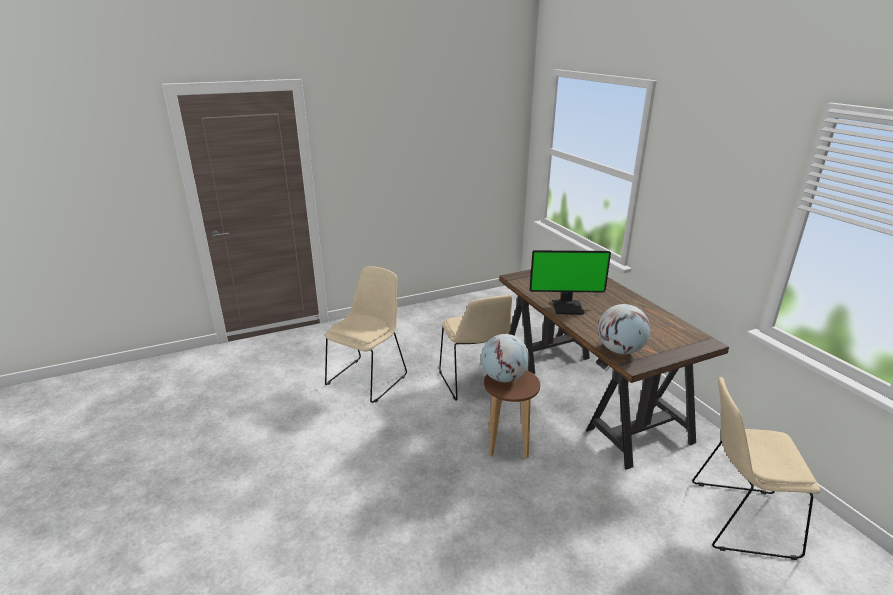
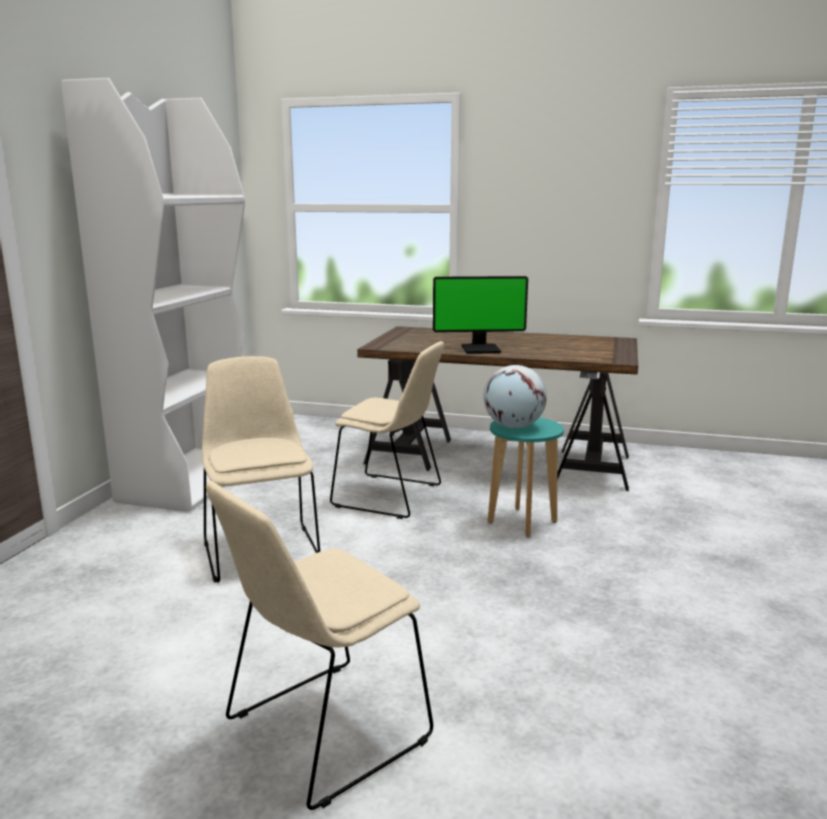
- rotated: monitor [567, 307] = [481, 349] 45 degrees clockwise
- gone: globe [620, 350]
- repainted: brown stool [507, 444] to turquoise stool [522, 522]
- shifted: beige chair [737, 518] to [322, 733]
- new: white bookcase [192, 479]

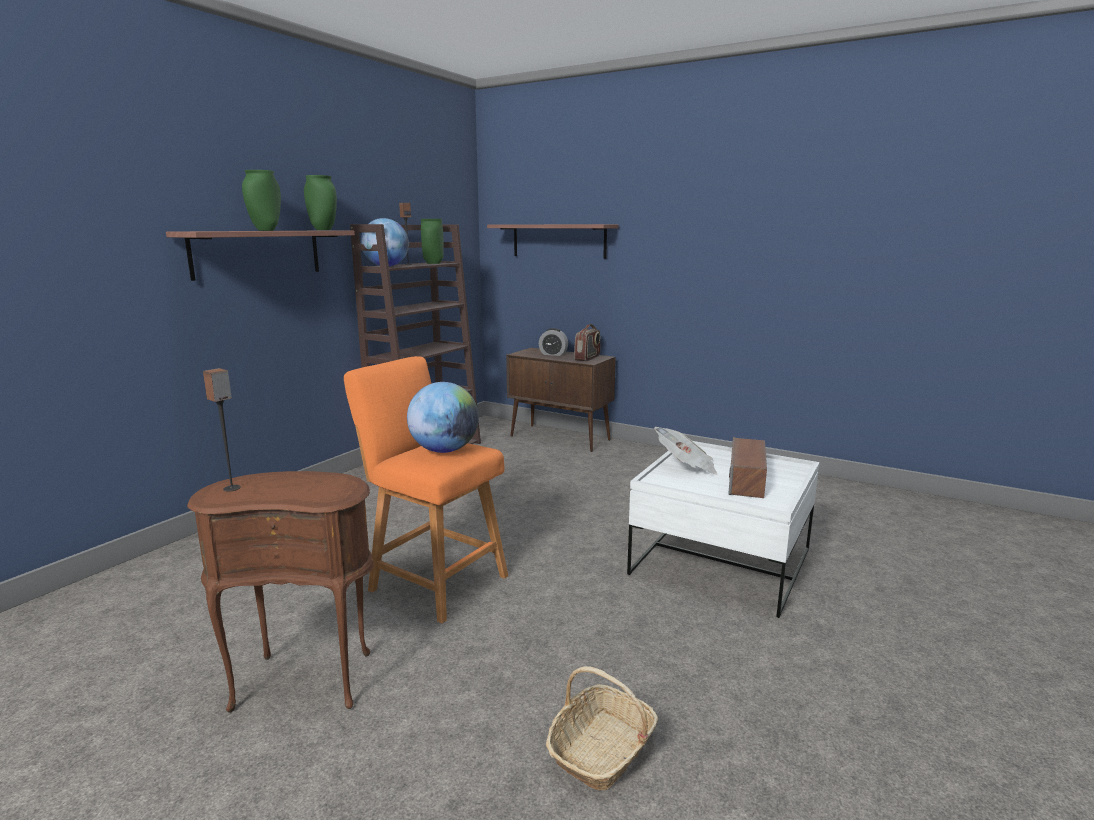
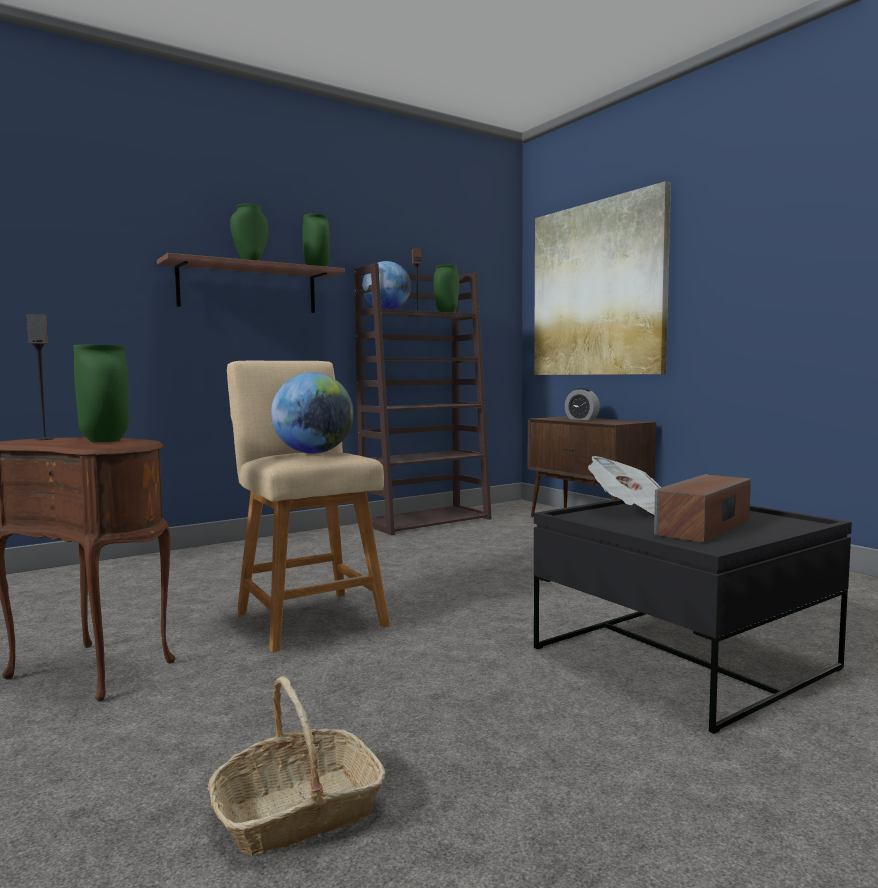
- swapped: shelf [558, 241] to picture [597, 289]
- gone: radio [587, 358]
- repainted: orange stool [434, 581] to beige stool [308, 617]
- repainted: white coffee table [721, 562] to black coffee table [682, 658]
- new: green vase [106, 441]

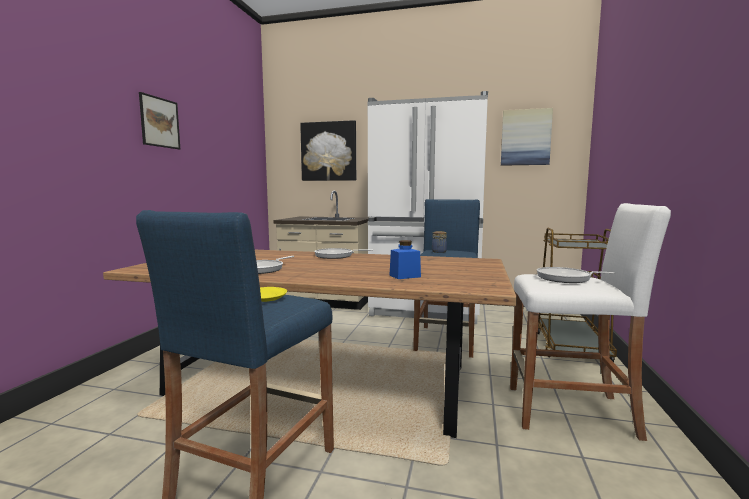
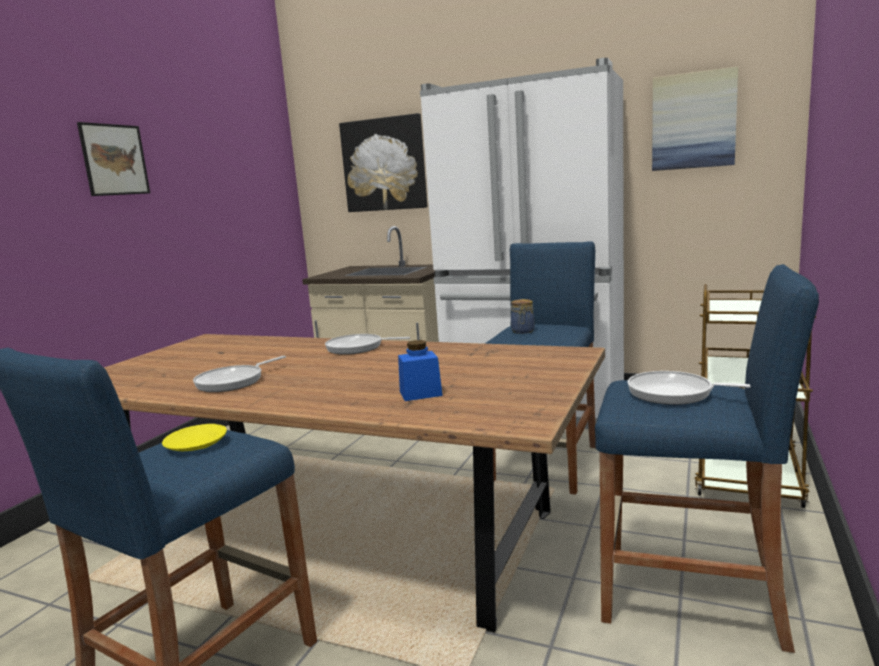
- repainted: white stool [570, 412] to blue stool [690, 595]

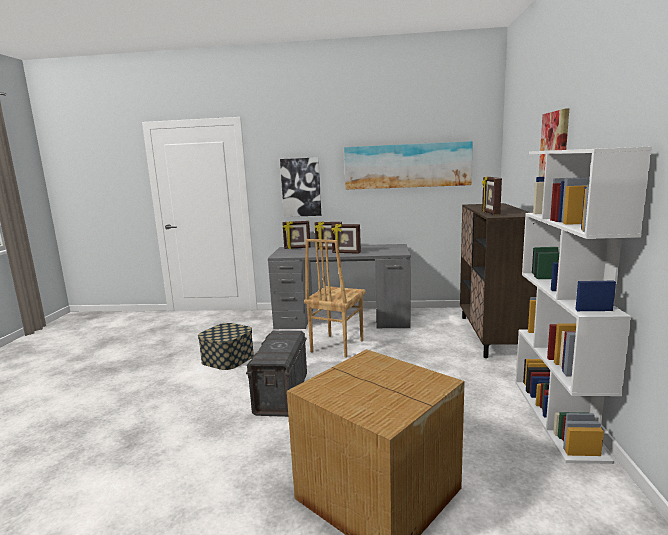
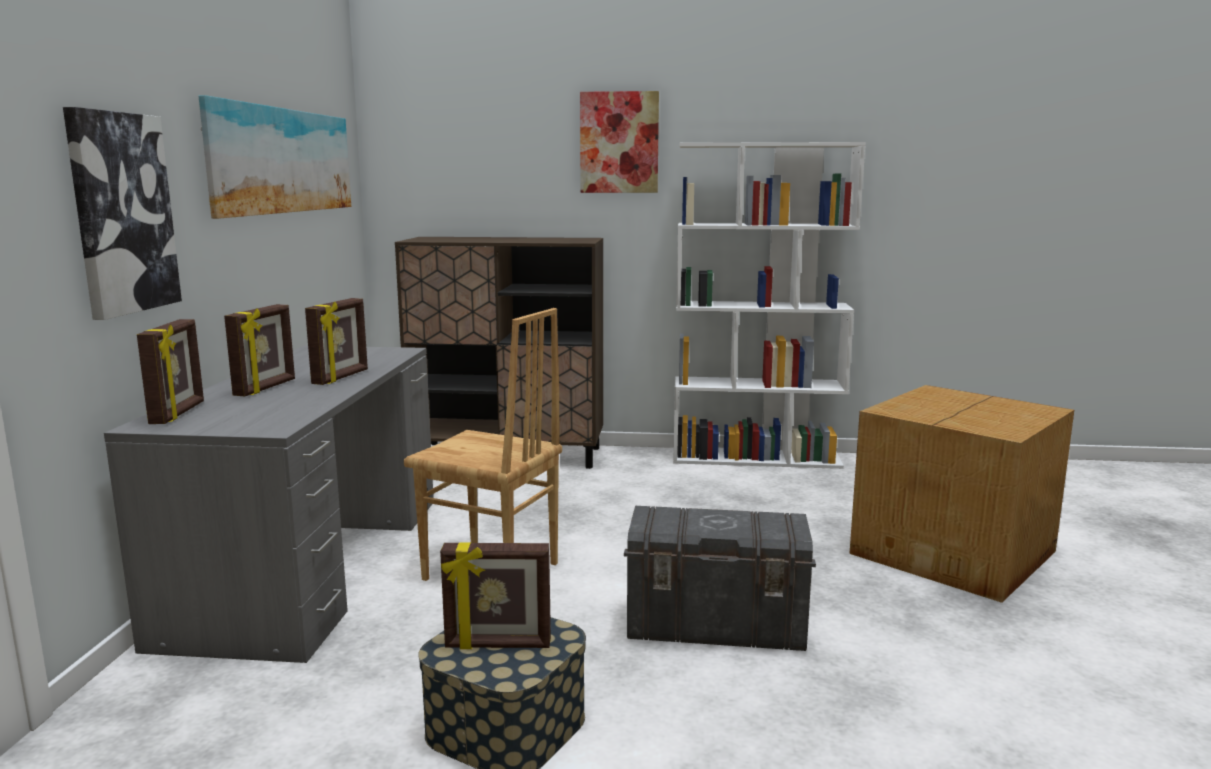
- shifted: picture frame [490, 213] to [498, 645]

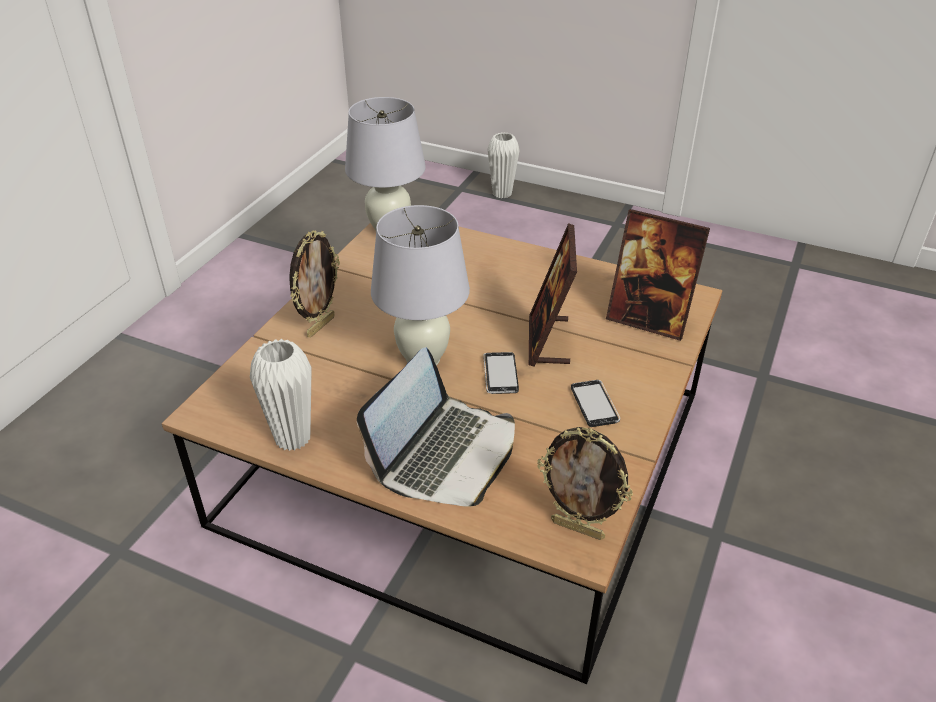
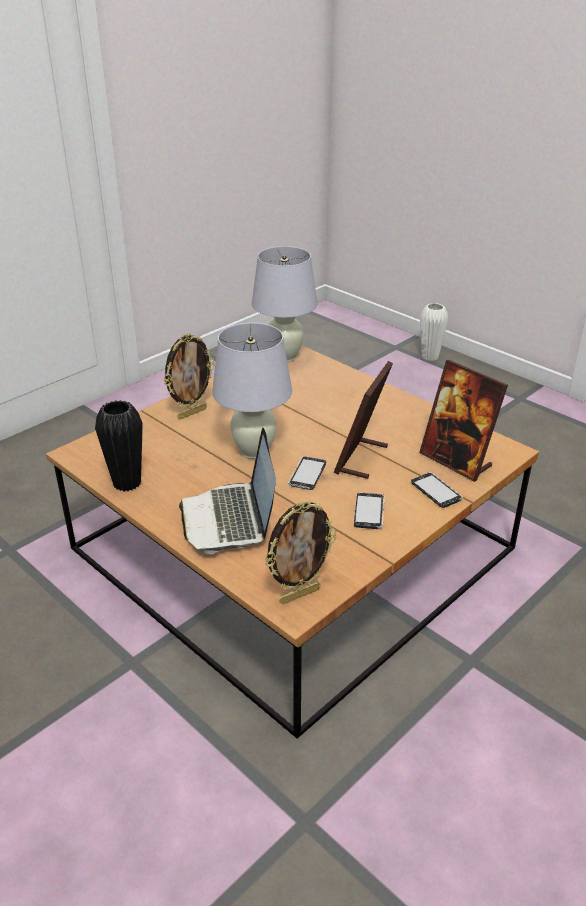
- repainted: white vase [292, 438] to black vase [127, 483]
- rotated: laptop [446, 454] = [230, 519] 120 degrees clockwise
- rotated: picture frame [578, 528] = [299, 594] 75 degrees counterclockwise
- new: phone [436, 491]

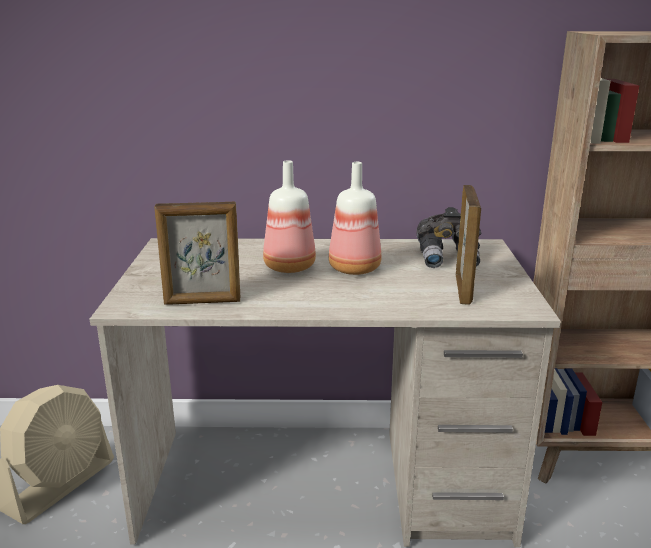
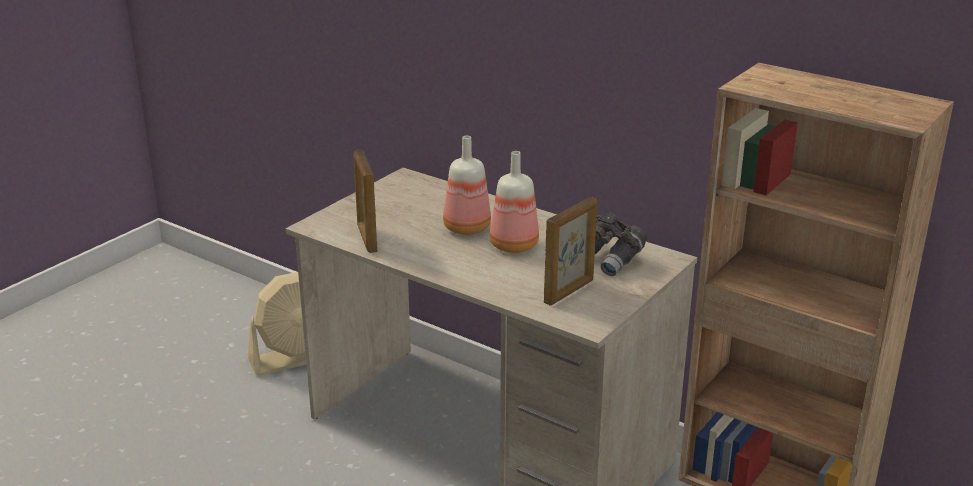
- rotated: picture frame [202, 302] = [367, 238] 45 degrees clockwise

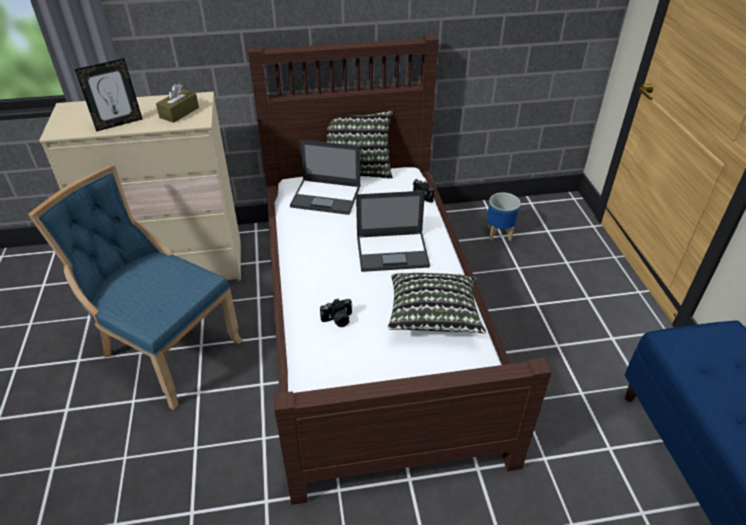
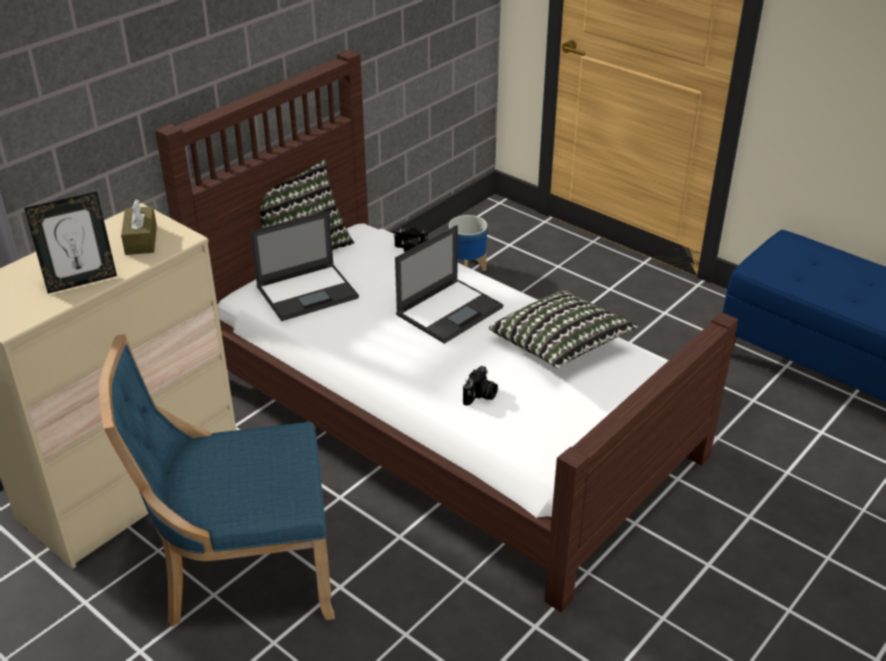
- rotated: picture frame [118, 123] = [81, 281] 45 degrees clockwise

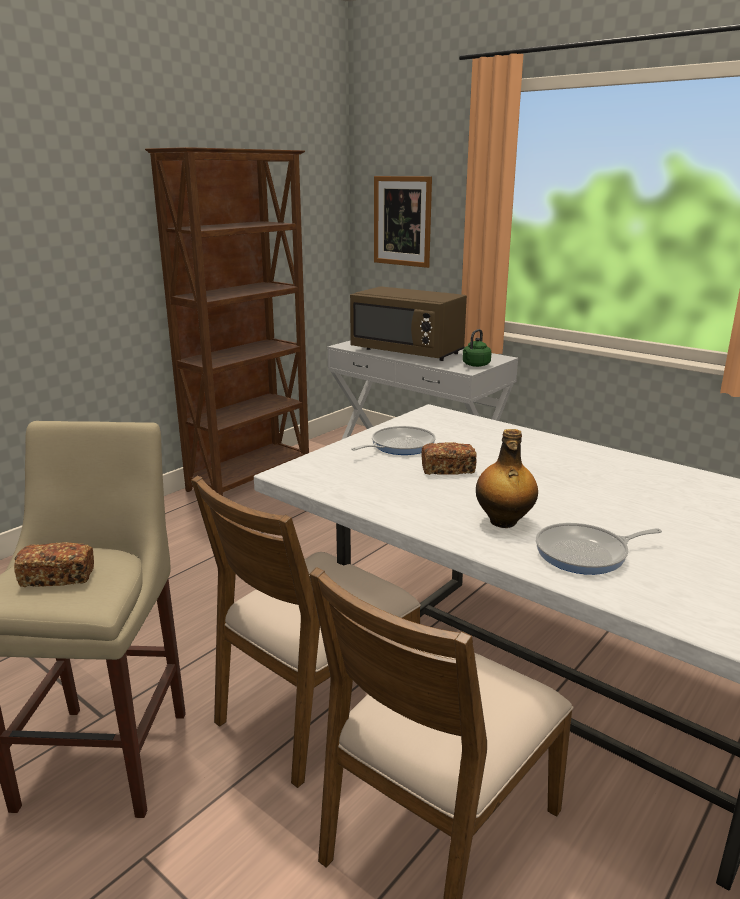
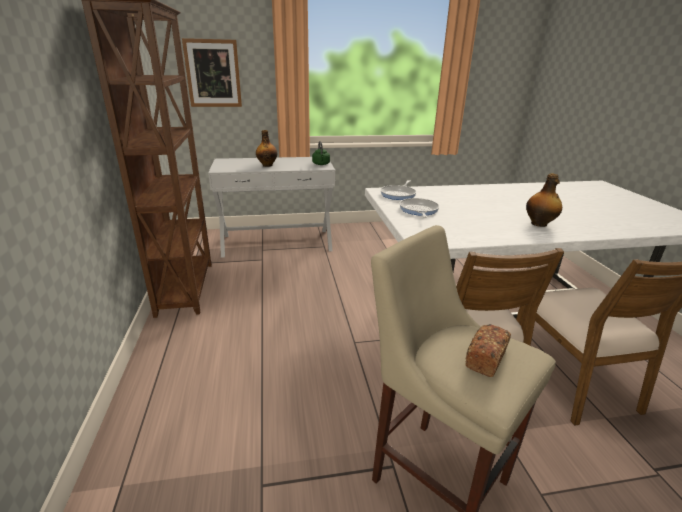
- swapped: brown microwave [408, 352] to bottle [267, 165]
- gone: bread [448, 469]
- shifted: frying pan [586, 554] to [399, 194]

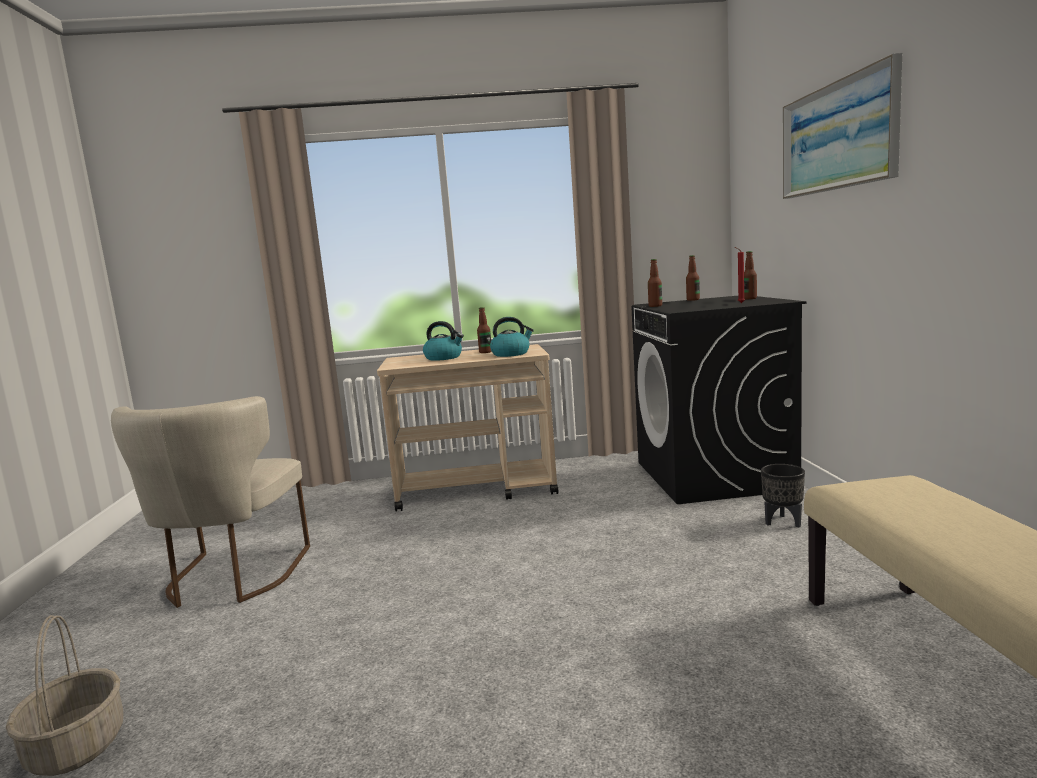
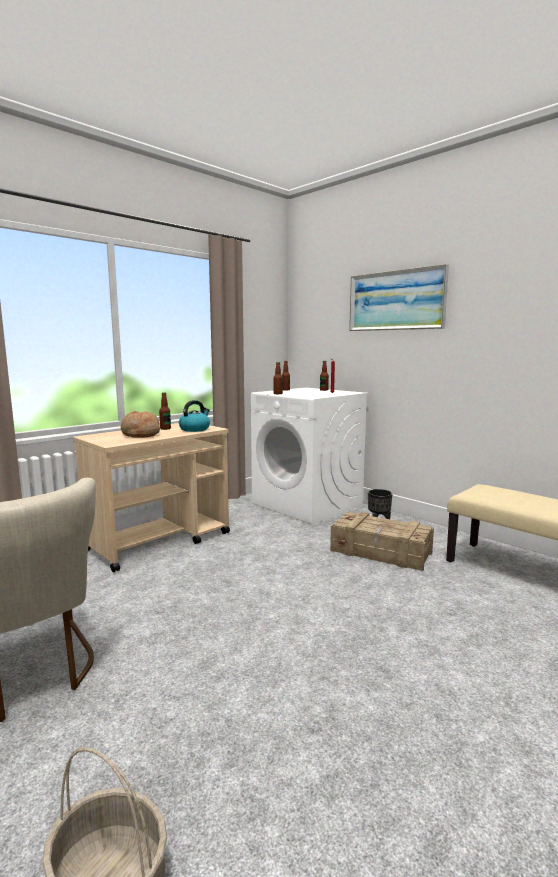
- repainted: black washing machine [714, 476] to white washing machine [308, 504]
- swapped: kettle [444, 358] to bread [140, 434]
- new: crate [381, 552]

